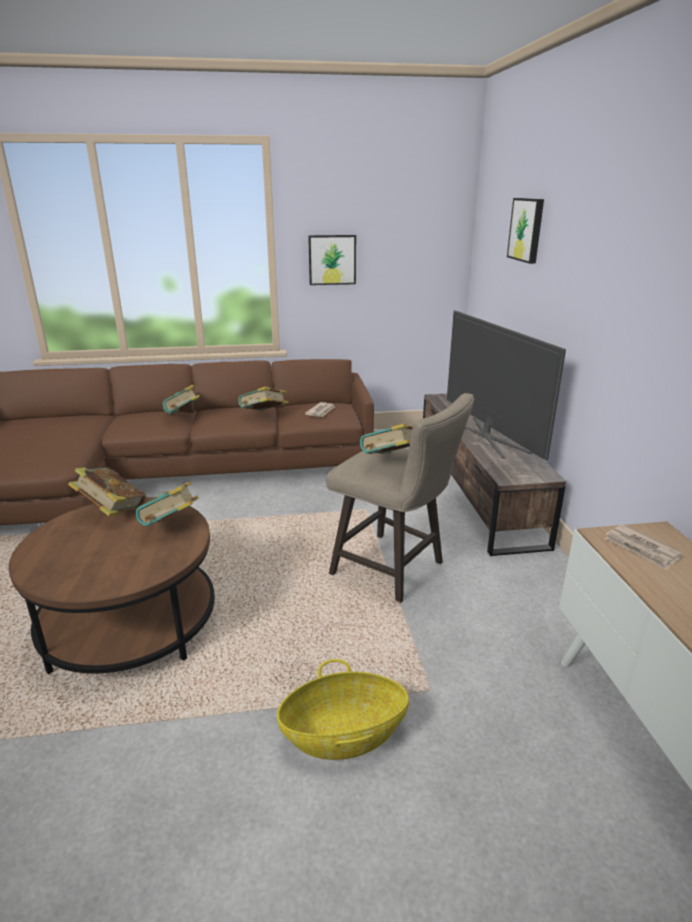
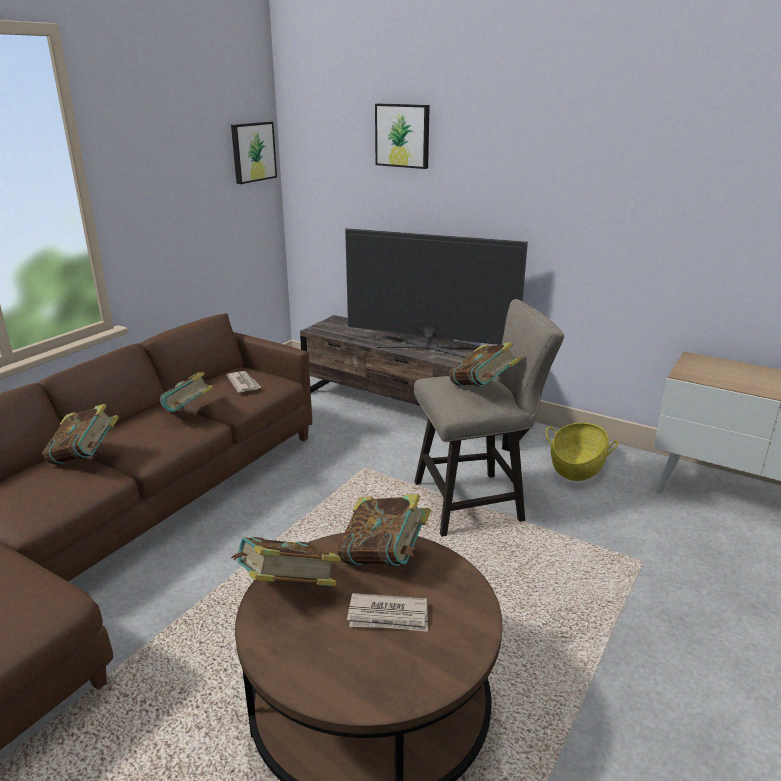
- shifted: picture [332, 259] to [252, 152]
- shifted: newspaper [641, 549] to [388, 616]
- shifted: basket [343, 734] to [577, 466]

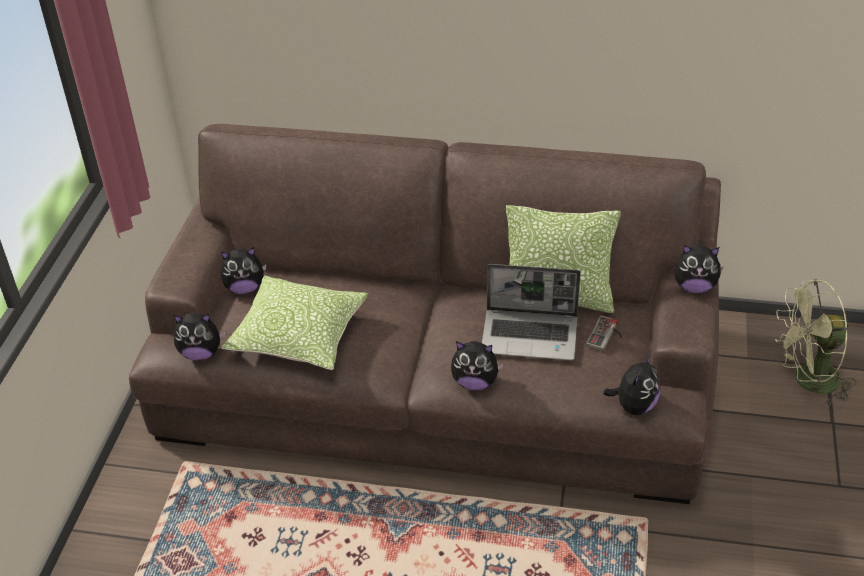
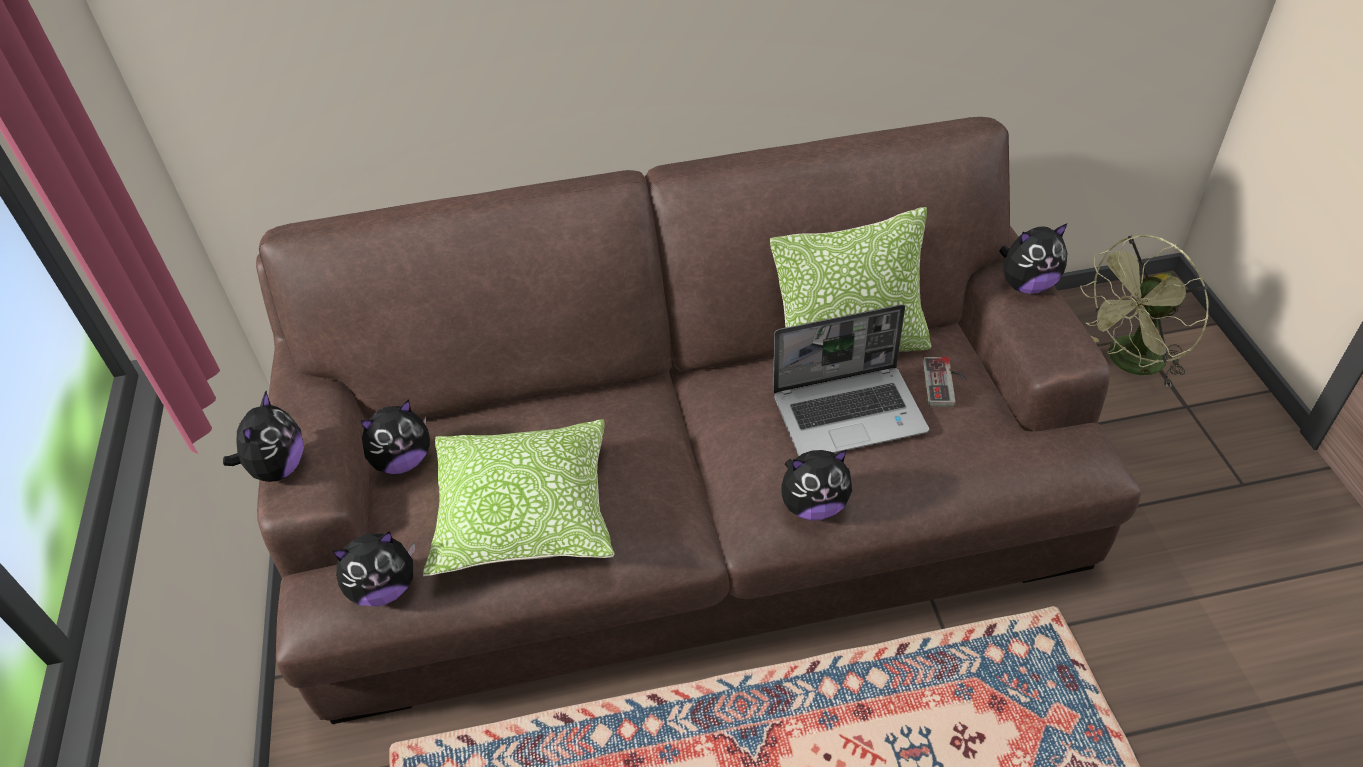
- shifted: plush toy [634, 406] to [278, 468]

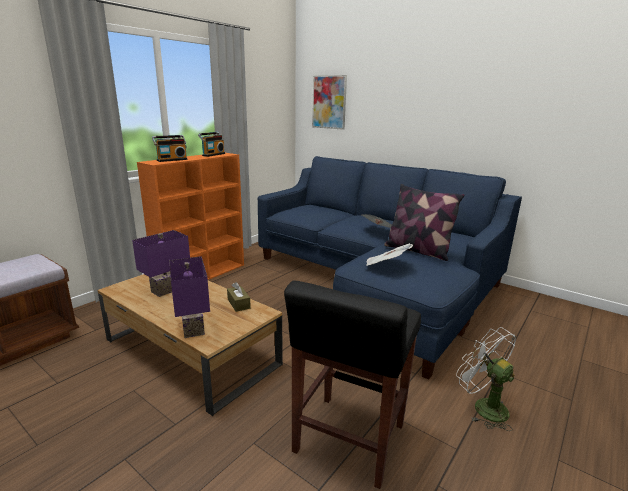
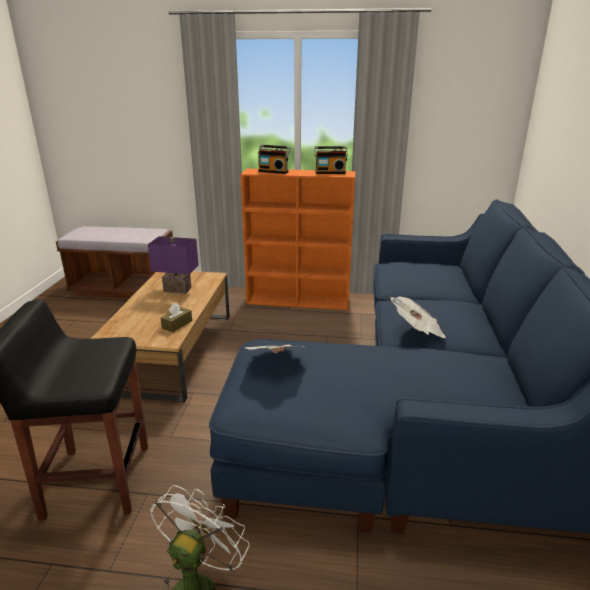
- gone: picture [329, 102]
- gone: pillow [417, 251]
- gone: purple table lamp [191, 328]

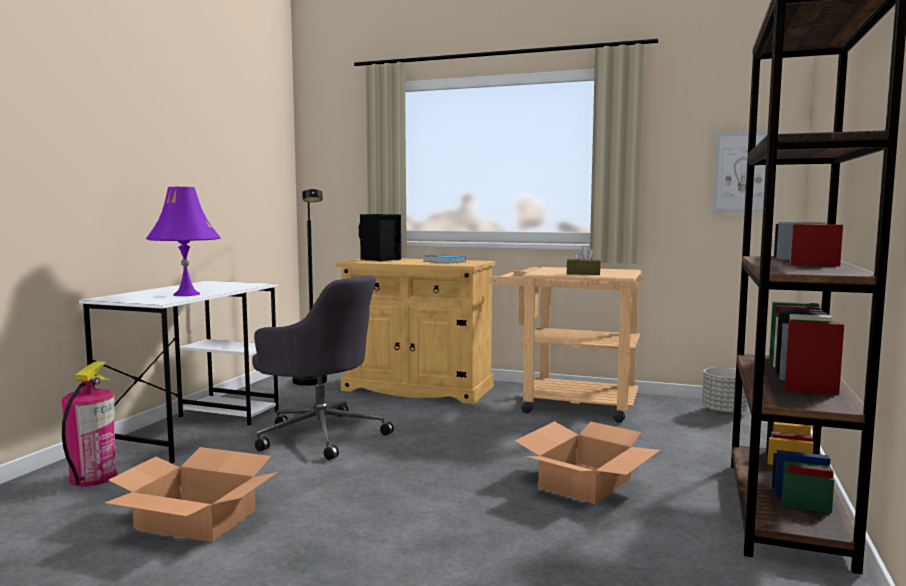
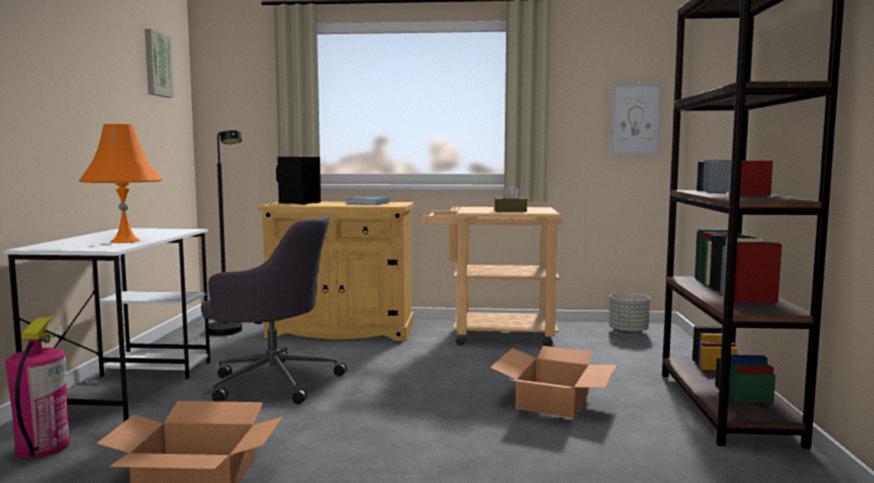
- repainted: purple table lamp [186, 294] to orange table lamp [125, 241]
- new: picture [157, 64]

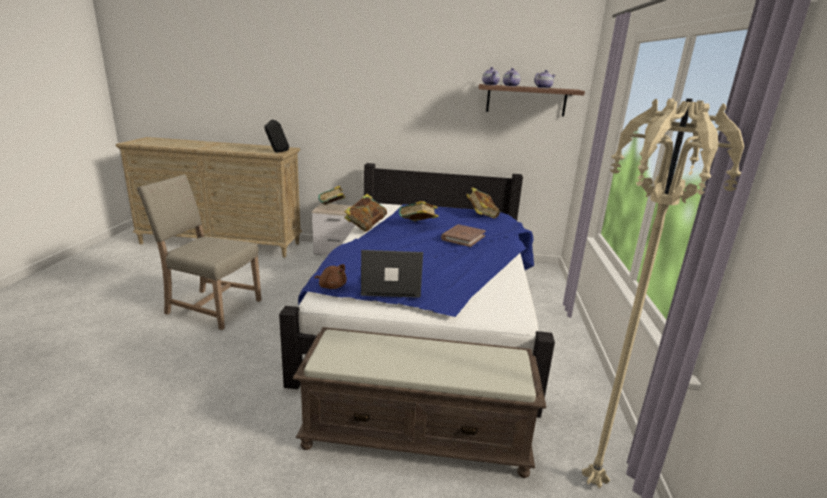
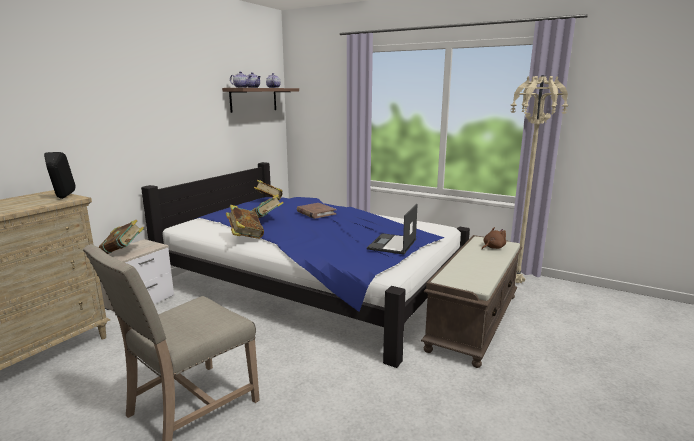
- shifted: brown plush toy [331, 286] to [492, 247]

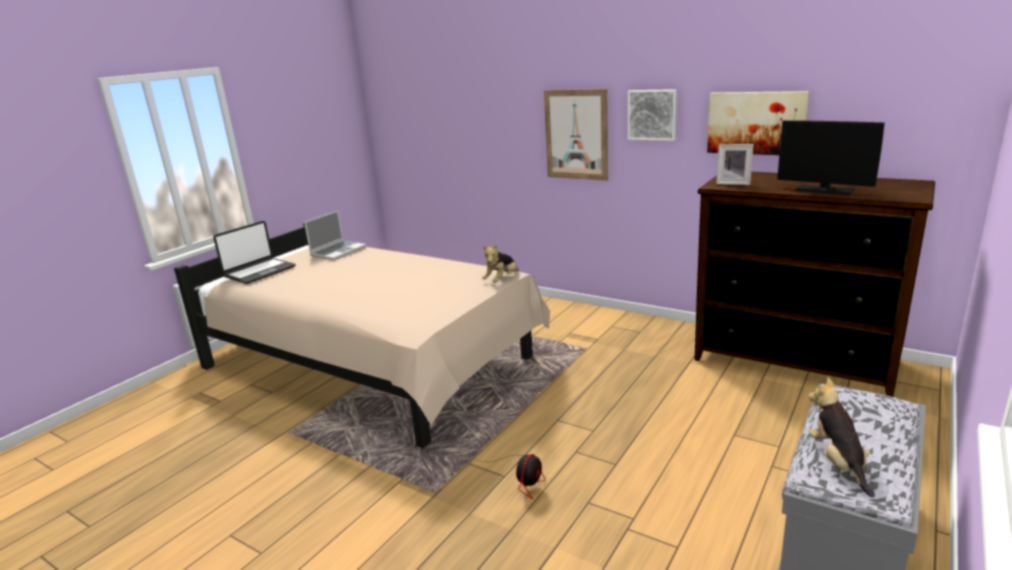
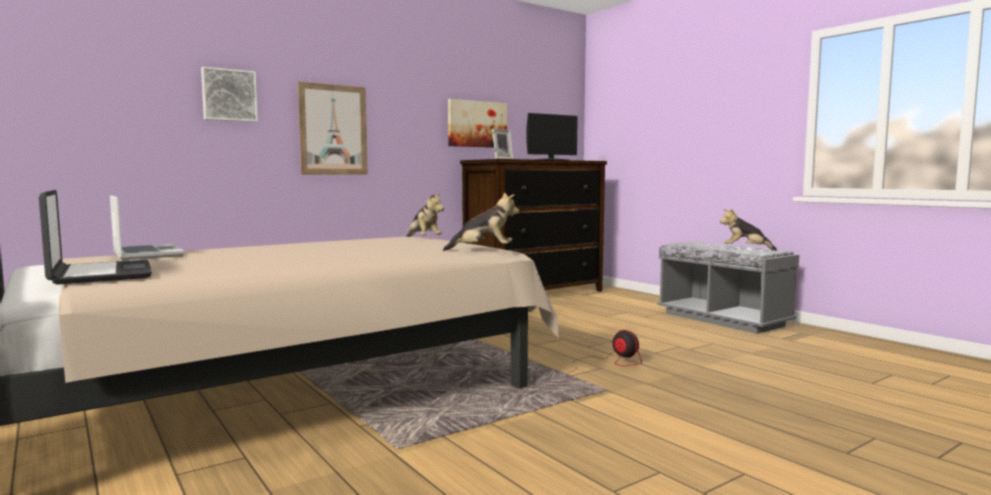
- shifted: picture [652, 114] to [229, 95]
- new: plush toy [483, 250]

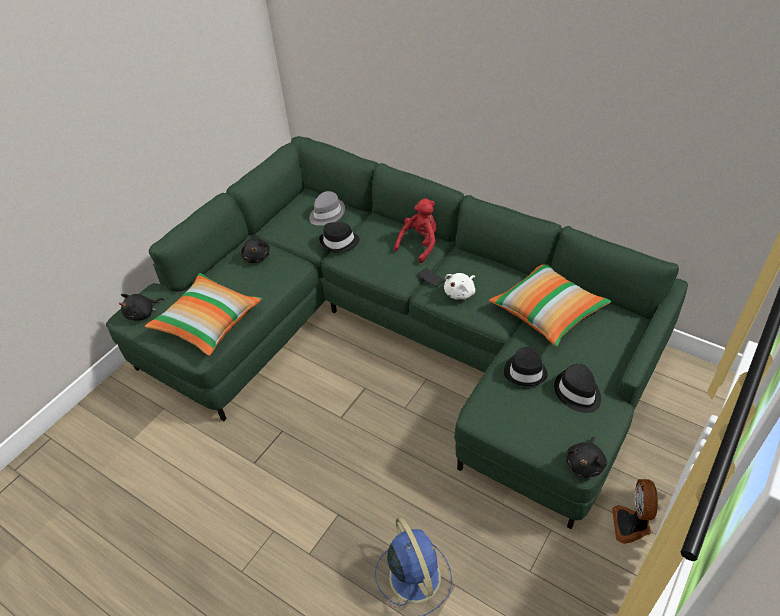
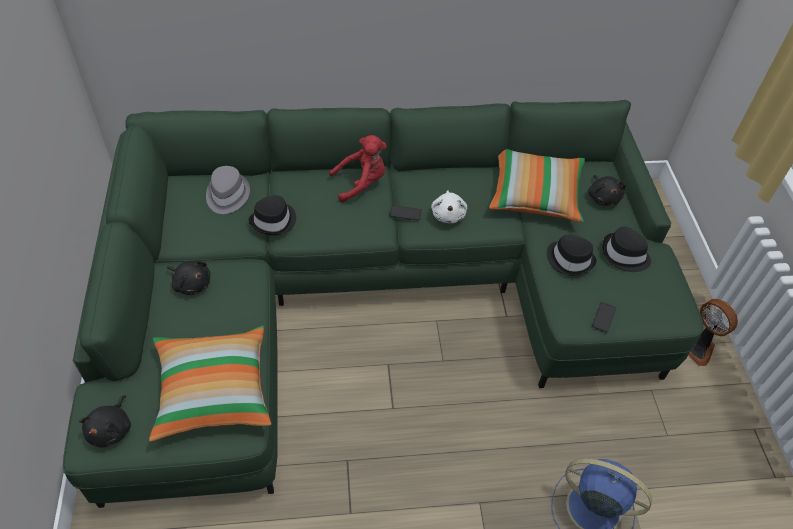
- rotated: red plush toy [420, 244] = [361, 183] 75 degrees clockwise
- shifted: black plush toy [585, 464] to [603, 197]
- new: phone [604, 317]

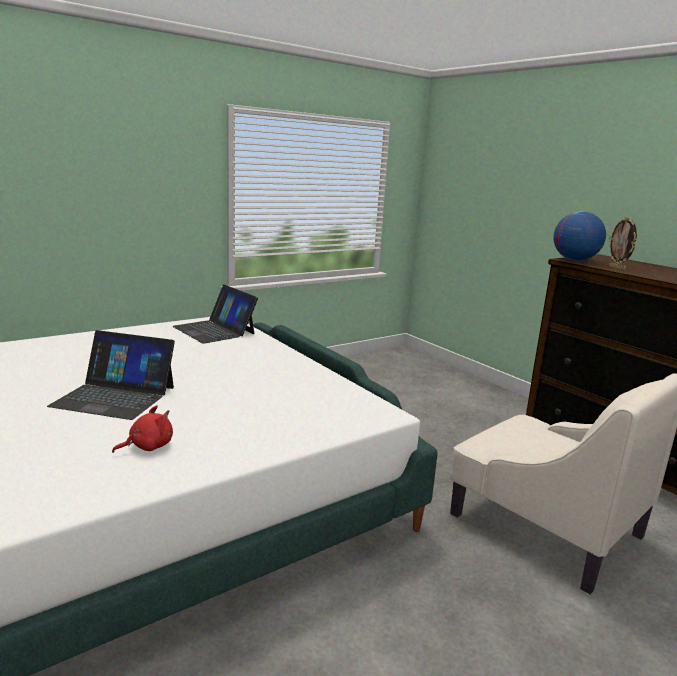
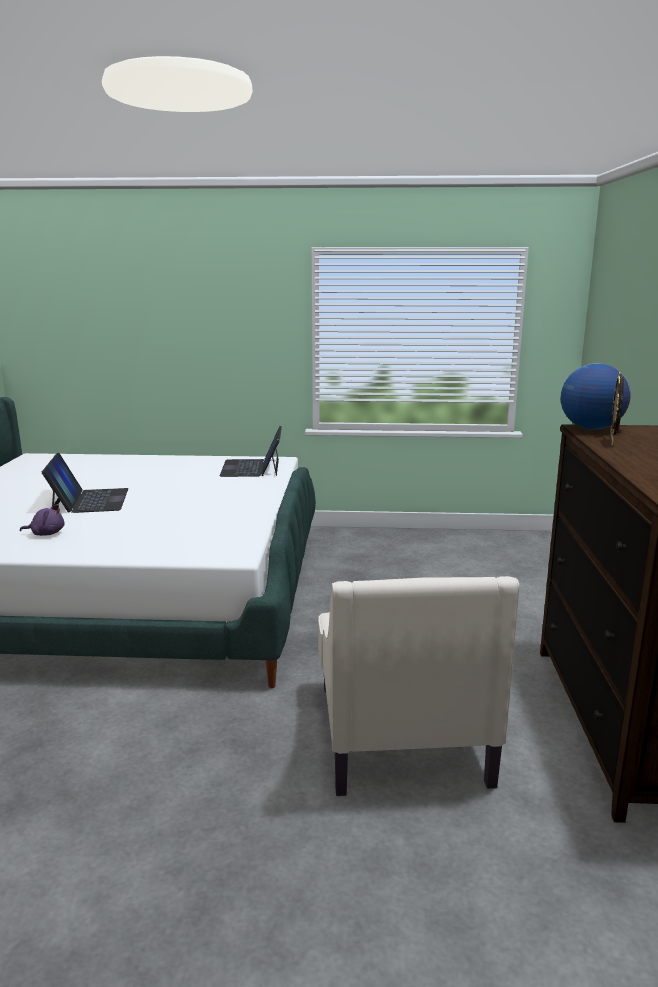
- rotated: laptop [115, 396] = [89, 500] 150 degrees counterclockwise
- repainted: red plush toy [148, 446] to purple plush toy [46, 533]

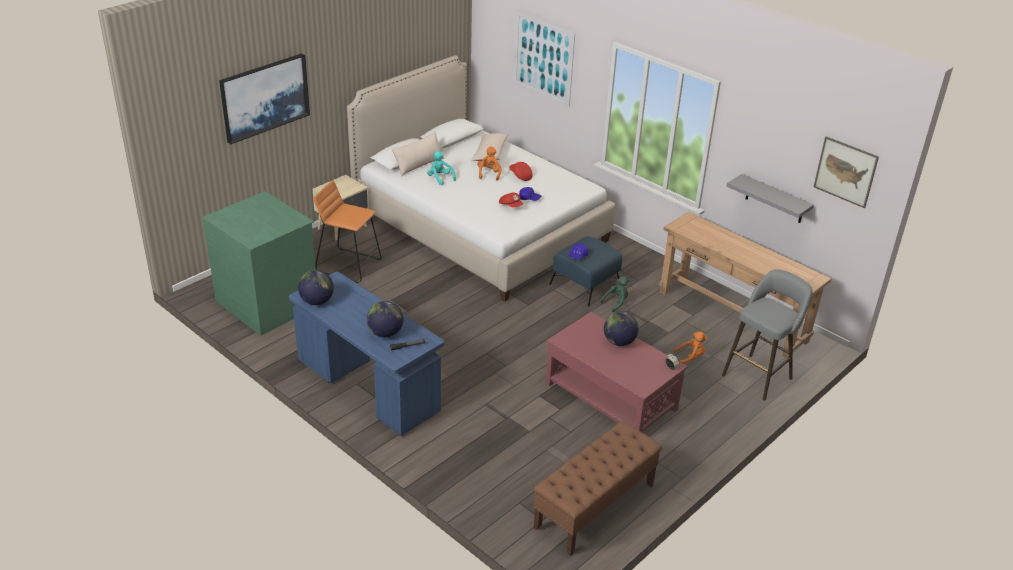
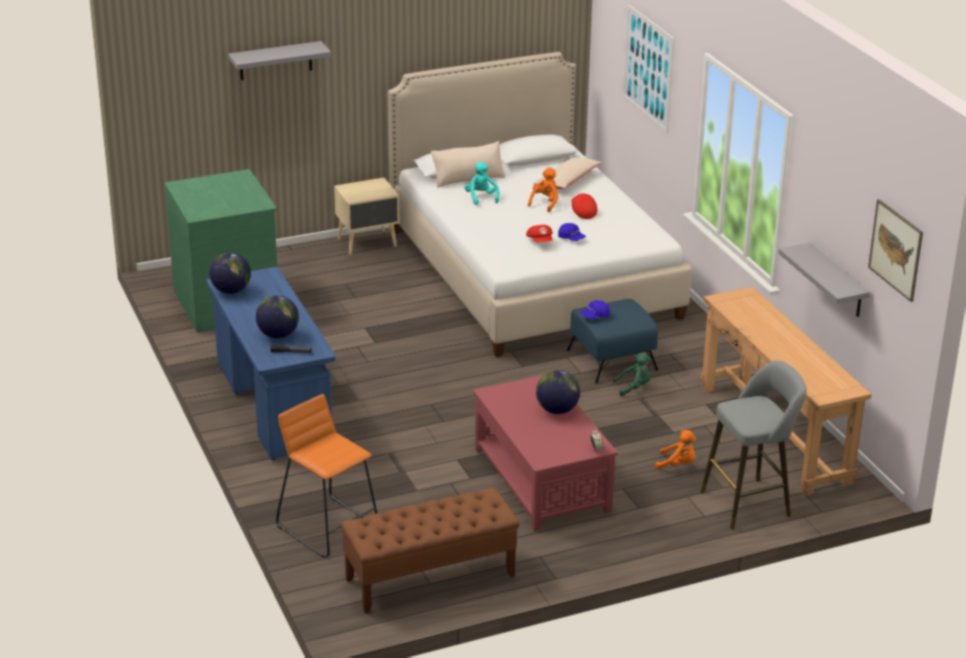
- swapped: picture [264, 97] to grey shelf [275, 61]
- shifted: orange stool [349, 265] to [329, 527]

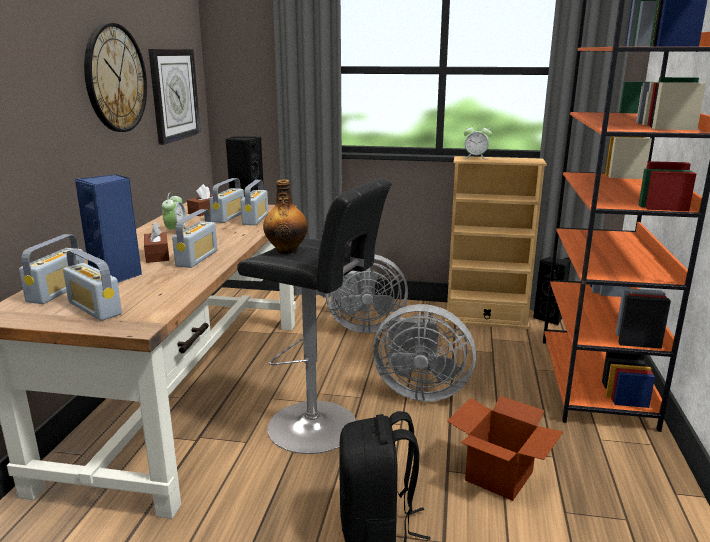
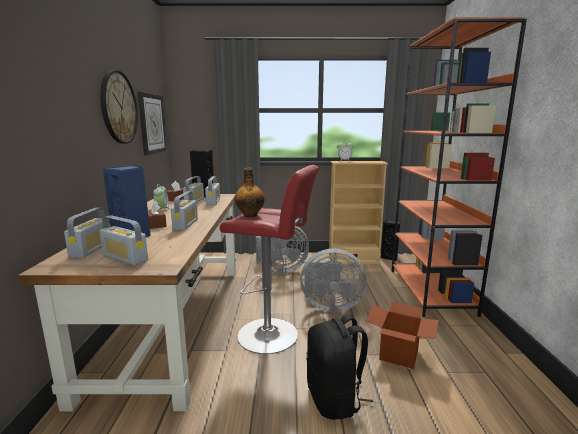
- repainted: black stool [318, 427] to red stool [272, 335]

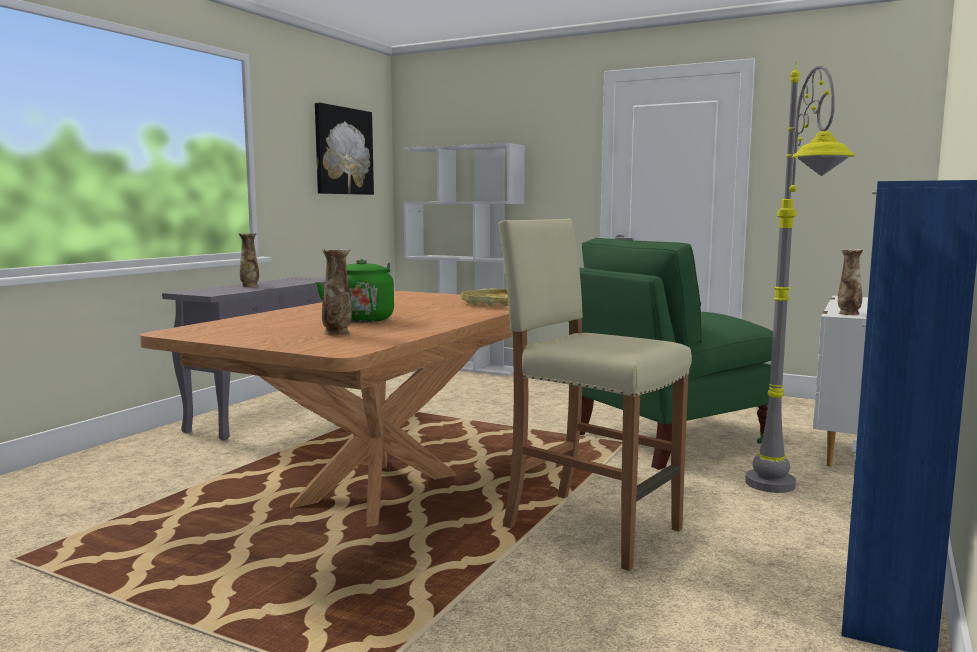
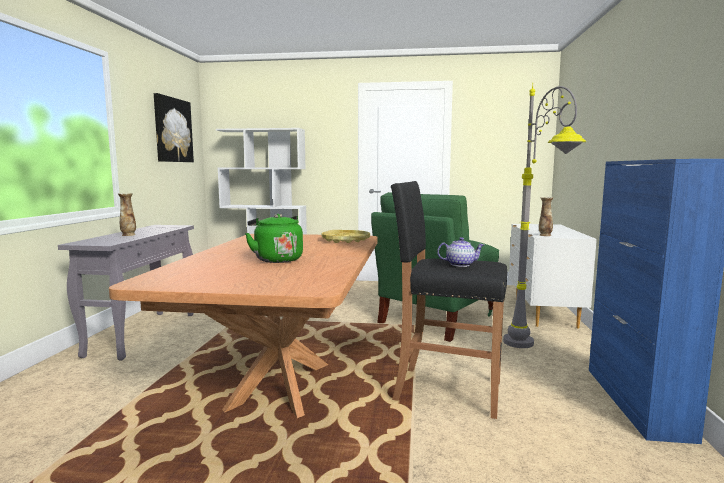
- repainted: beige stool [590, 528] to black stool [446, 391]
- gone: vase [337, 333]
- new: teapot [460, 264]

